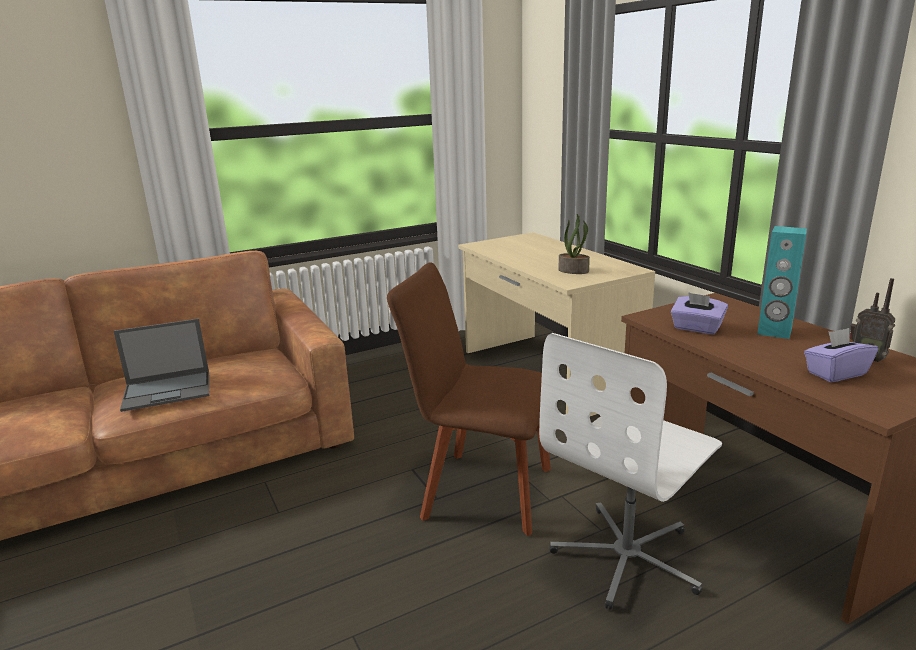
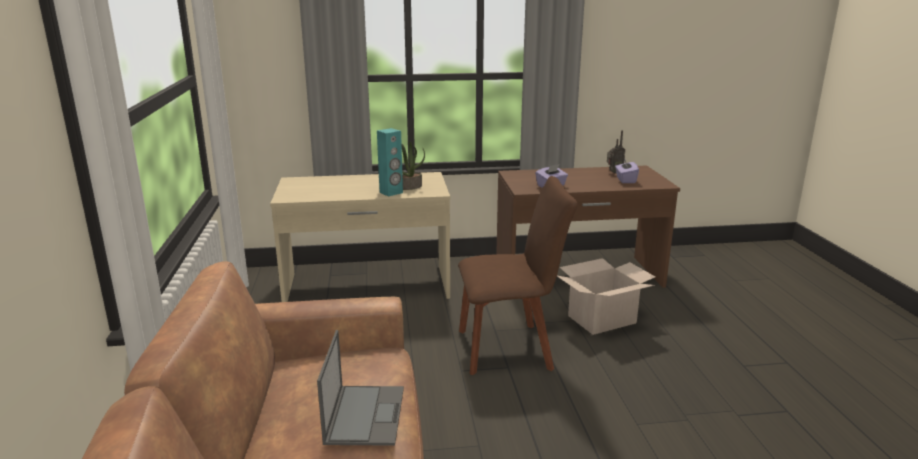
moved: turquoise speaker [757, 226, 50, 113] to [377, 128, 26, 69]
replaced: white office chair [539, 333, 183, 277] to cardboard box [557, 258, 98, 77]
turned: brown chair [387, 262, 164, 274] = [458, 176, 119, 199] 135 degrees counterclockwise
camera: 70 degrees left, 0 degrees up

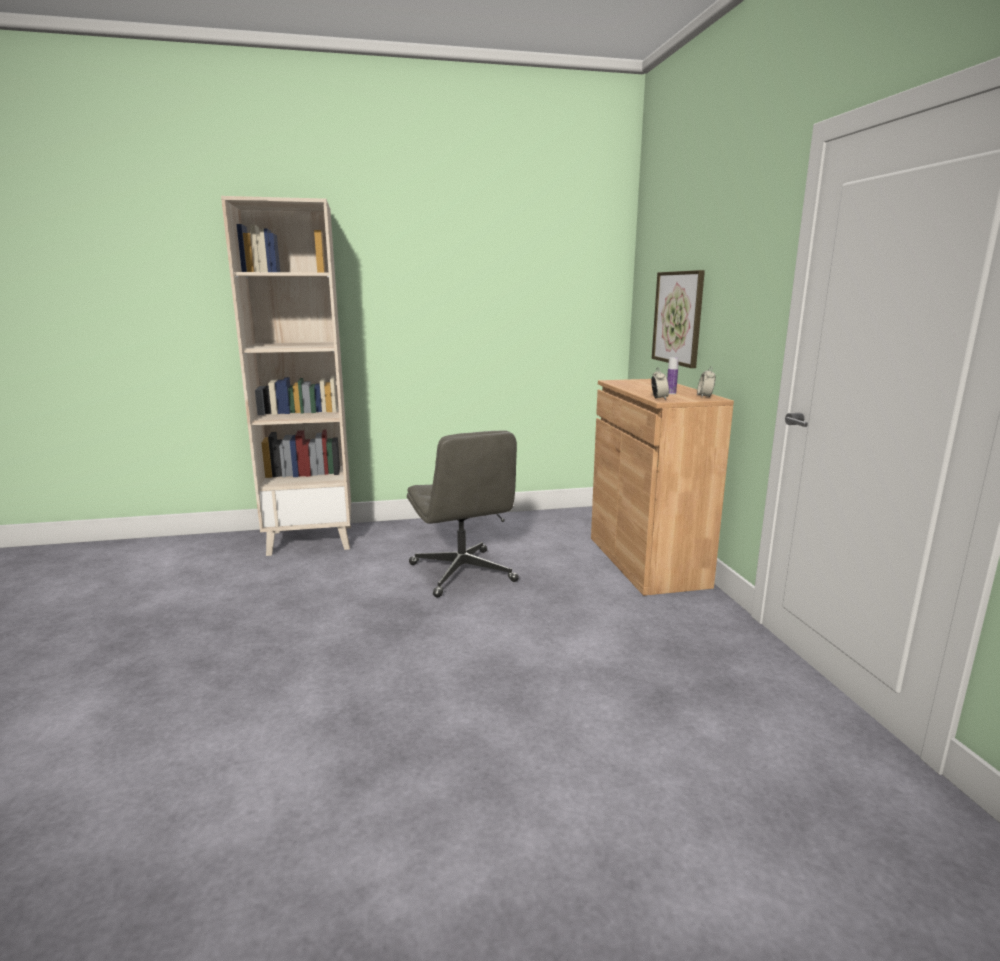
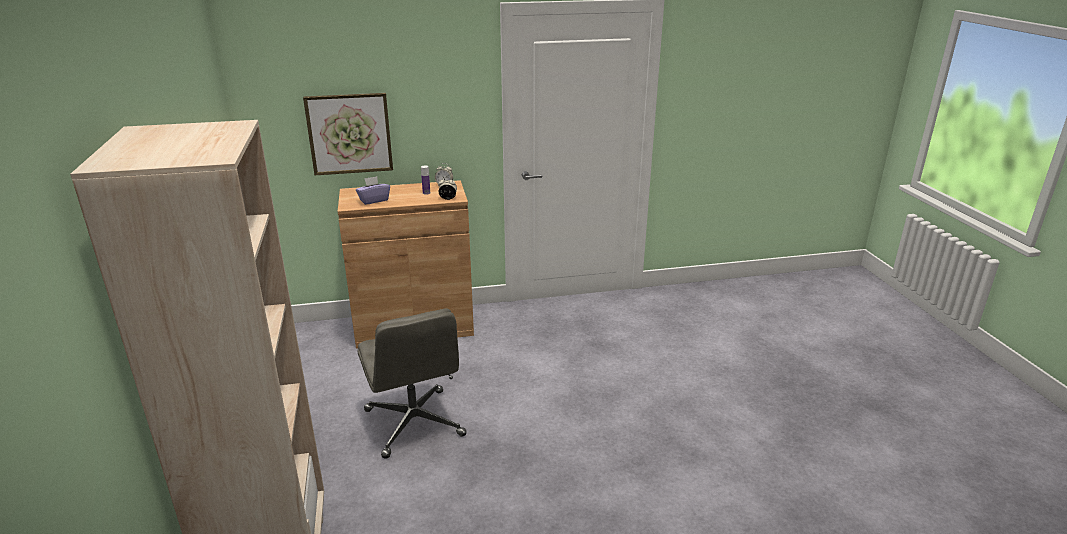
added: purple tissue box [356, 176, 34, 29]
turned: grey office chair [407, 430, 112, 167] = [358, 309, 109, 150] 90 degrees clockwise
camera: 90 degrees left, 10 degrees up

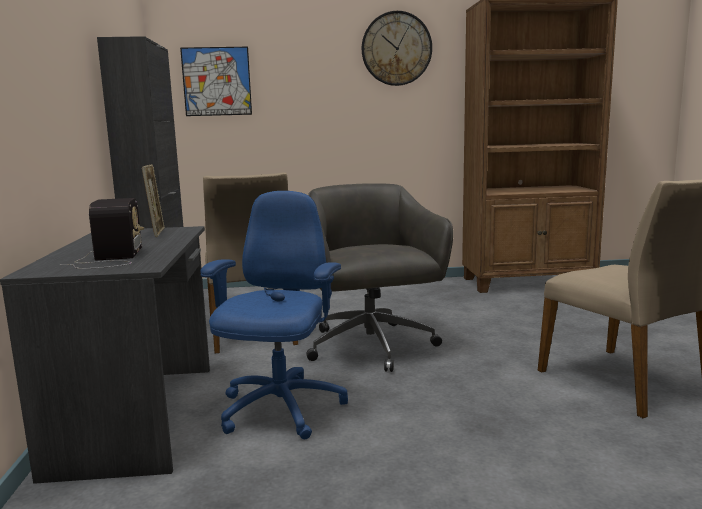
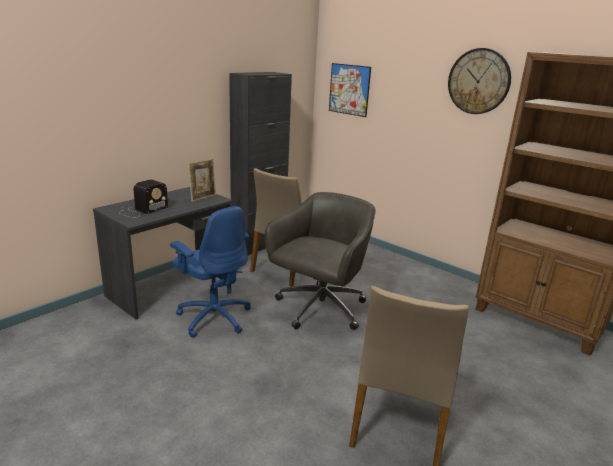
turned: blue office chair [200, 191, 148, 248] = [170, 206, 81, 132] 75 degrees clockwise
camera: 45 degrees right, 10 degrees up

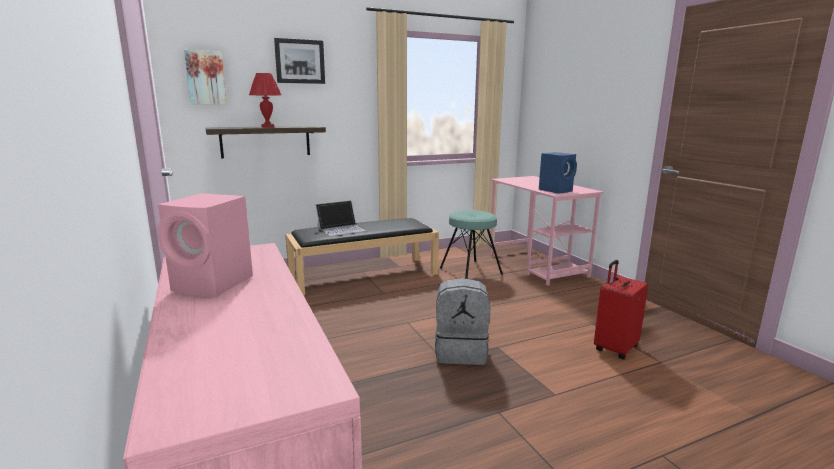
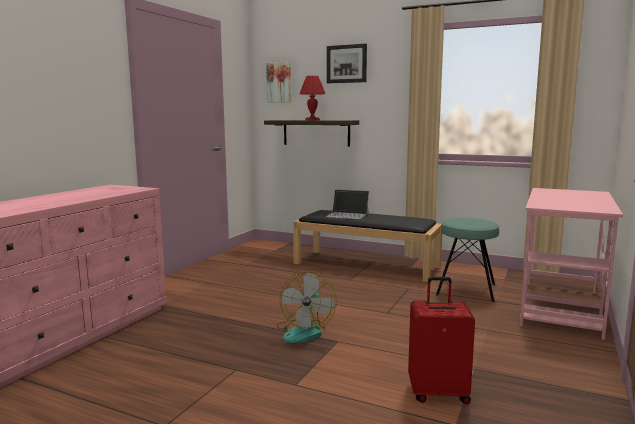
removed: pink speaker [158, 193, 95, 104]; blue speaker [539, 152, 38, 42]
replaced: grey backpack [435, 278, 55, 87] to fan [276, 271, 61, 72]
camera: 50 degrees right, 5 degrees down

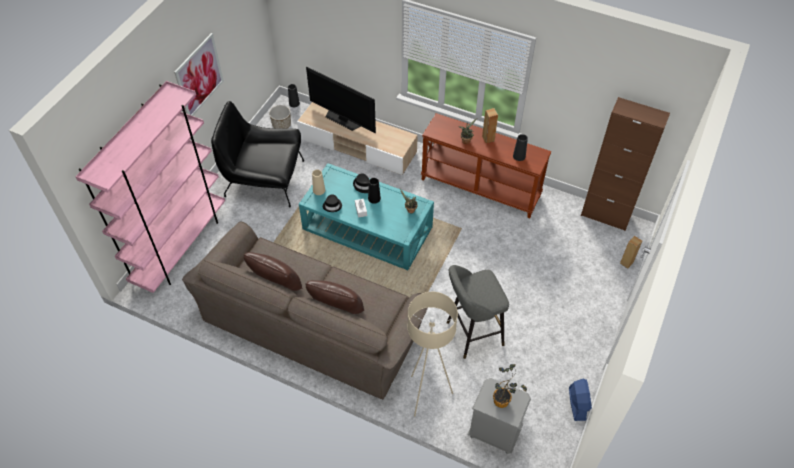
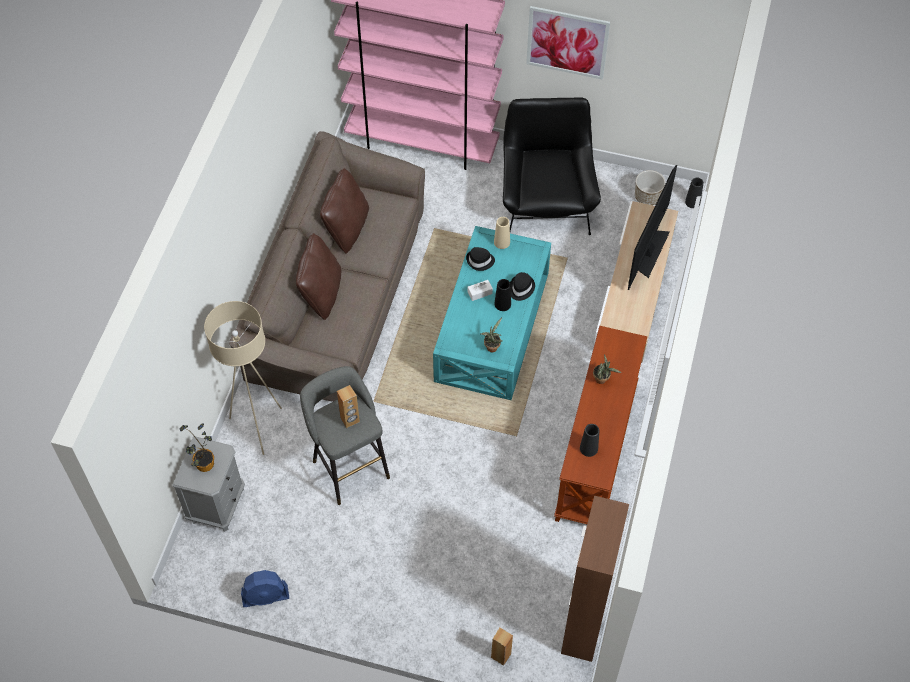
moved: brown speaker [482, 108, 16, 35] to [337, 385, 23, 43]
camera: 80 degrees right, 5 degrees up

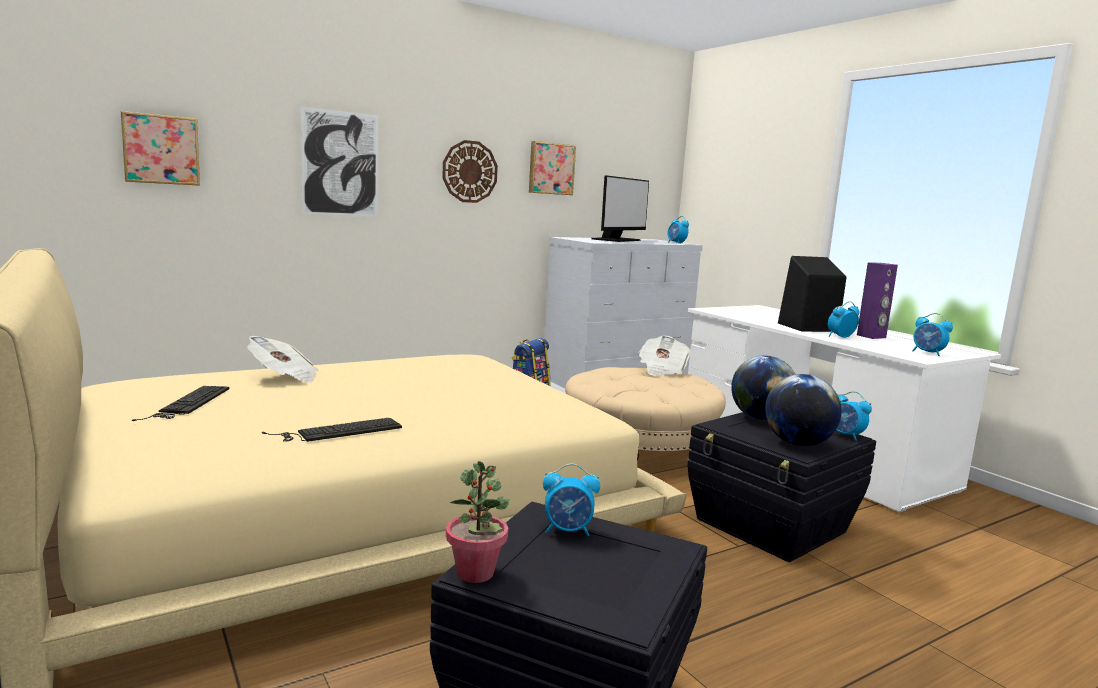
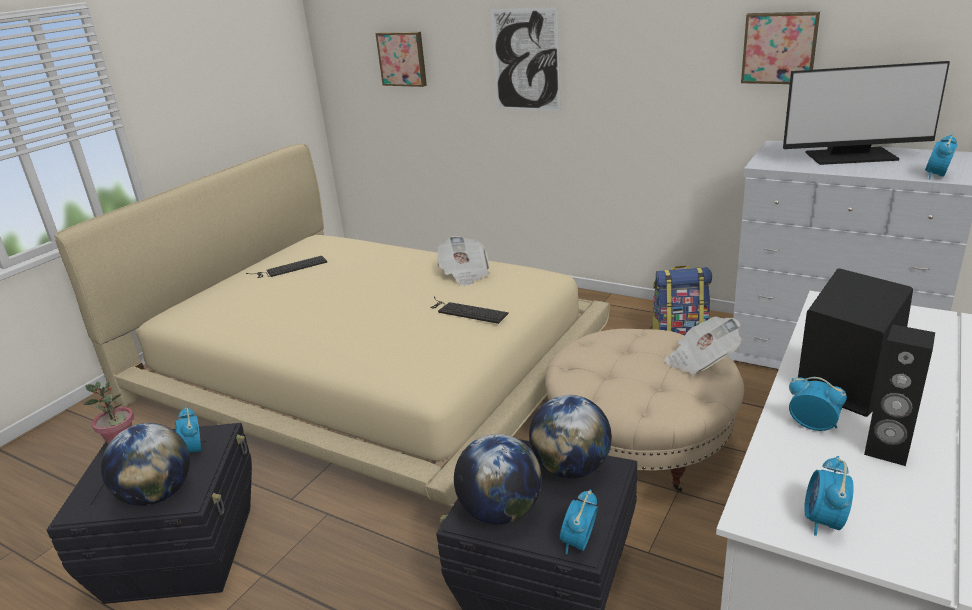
removed: wall clock [442, 140, 56, 63]
added: globe [101, 423, 89, 83]
moved: newspaper [247, 336, 72, 47] to [437, 235, 53, 51]; keyboard [262, 418, 140, 24] to [430, 296, 79, 28]
recoloured: purple speaker [857, 263, 41, 76] to black speaker [864, 324, 71, 142]
camera: 65 degrees right, 15 degrees up

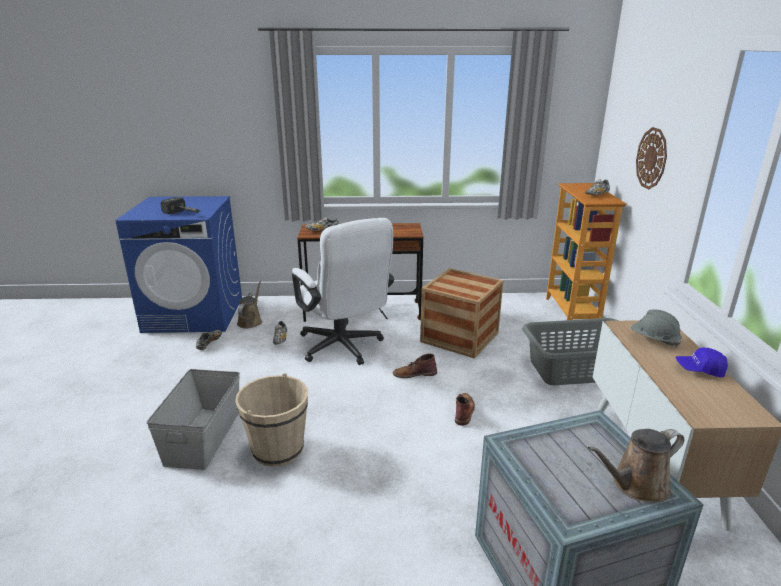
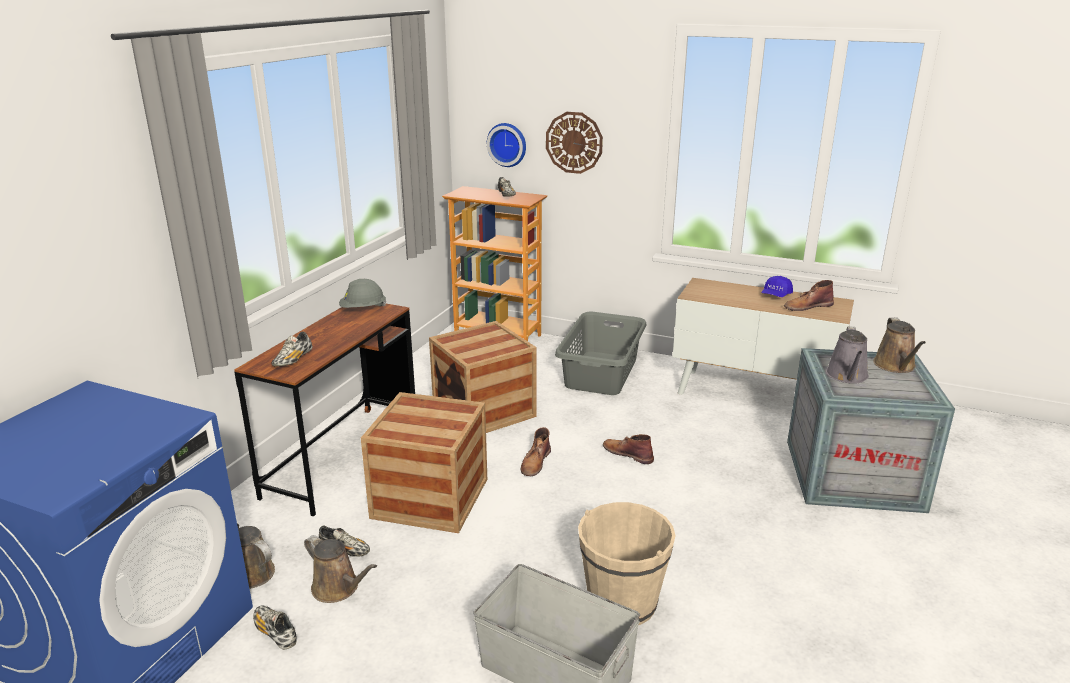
removed: hammer [161, 197, 40, 17]
added: brown watering can [304, 535, 73, 68]; wall clock [487, 123, 39, 44]; brown boot [784, 280, 50, 31]; grey watering can [826, 326, 43, 58]
moved: grey hard hat [631, 310, 51, 37] to [339, 279, 48, 29]
replaced: white office chair [292, 218, 102, 147] to crate [361, 392, 126, 141]
camera: 65 degrees left, 0 degrees up

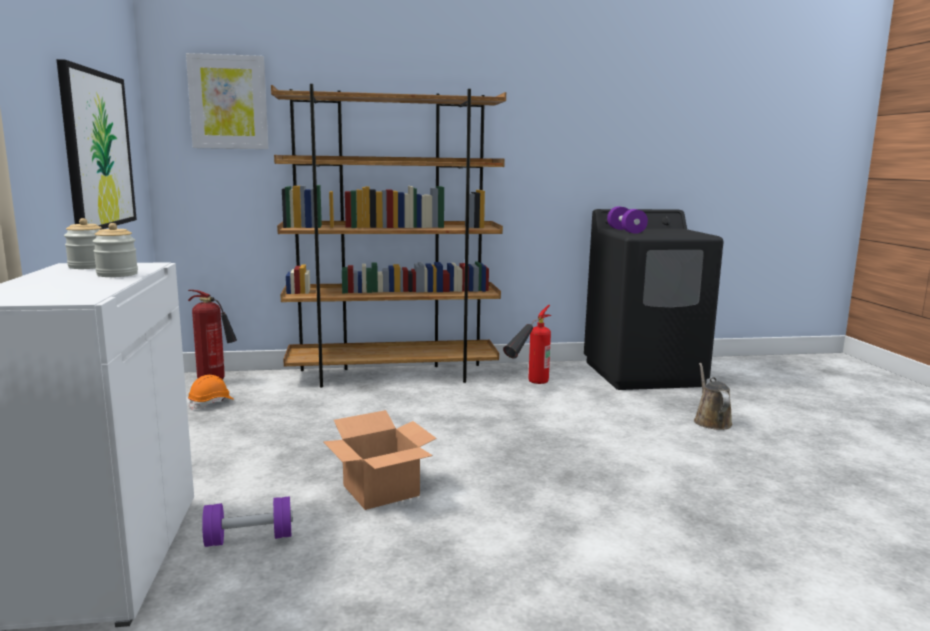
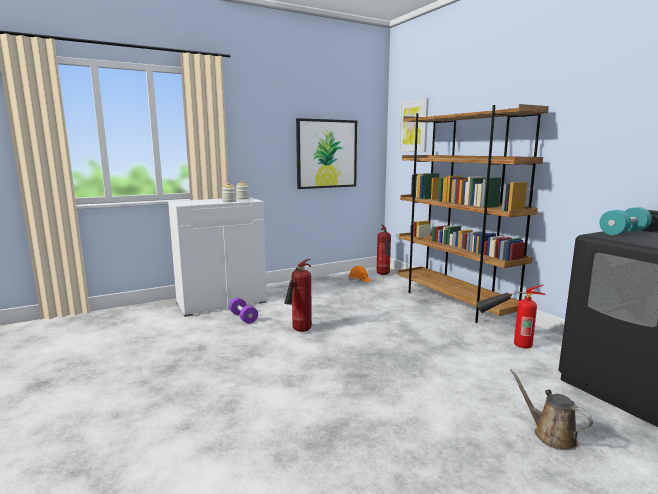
replaced: cardboard box [323, 410, 114, 100] to fire extinguisher [284, 259, 28, 73]
recoloured: purple dumbbell [607, 206, 41, 28] to turquoise dumbbell [599, 207, 53, 28]
turned: brown watering can [694, 363, 39, 67] = [510, 369, 83, 81] 105 degrees counterclockwise
camera: 70 degrees right, 0 degrees up

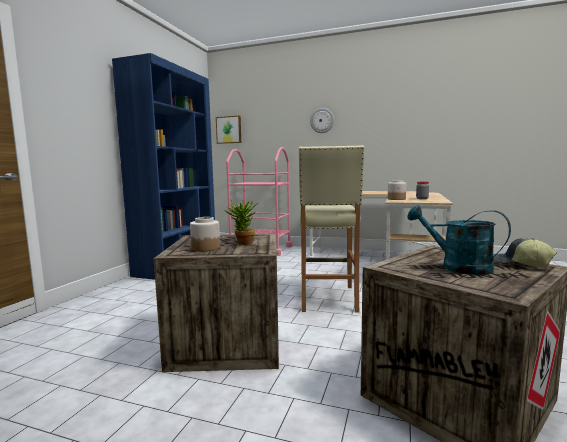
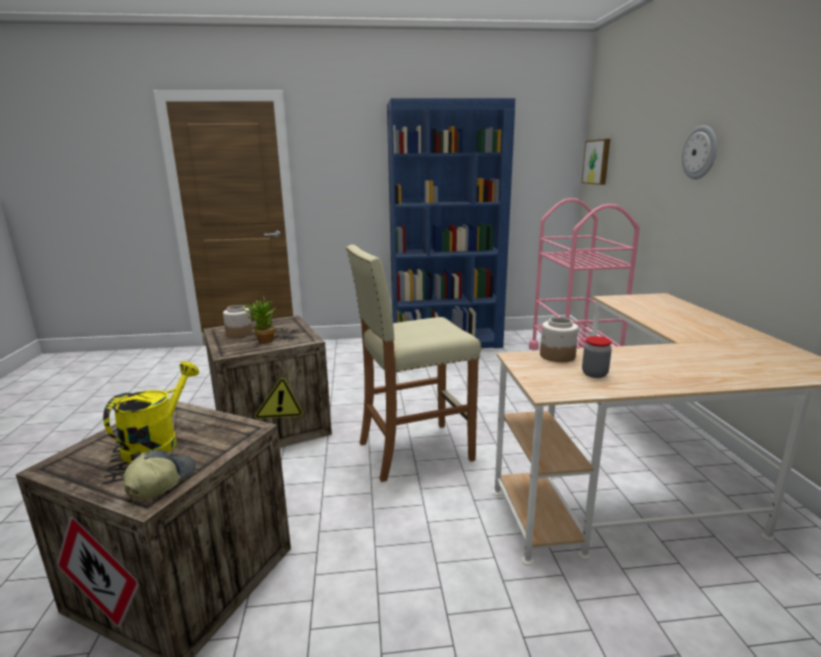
recoloured: turquoise watering can [407, 205, 104, 70] to yellow watering can [103, 361, 96, 102]
camera: 65 degrees right, 10 degrees up

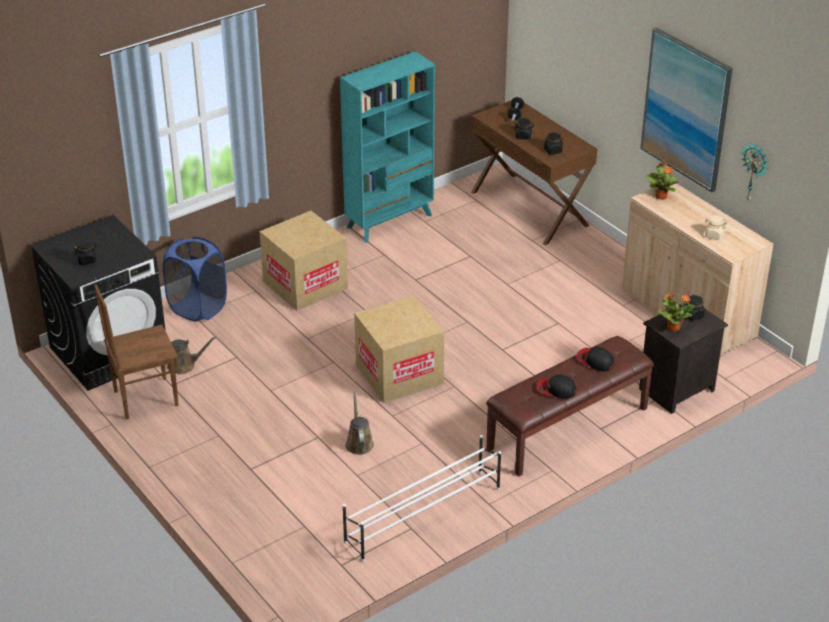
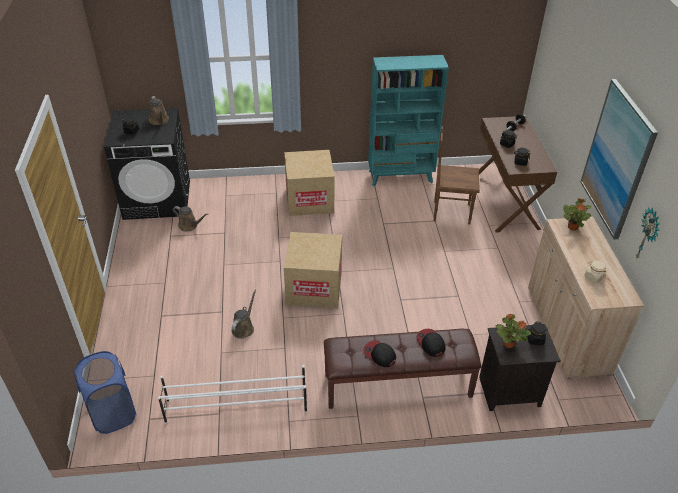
added: brown watering can [149, 96, 20, 29]
moved: brown chair [94, 284, 85, 136] to [433, 125, 47, 100]; blue laundry basket [163, 237, 64, 85] to [74, 351, 62, 83]
camera: 30 degrees right, 5 degrees up

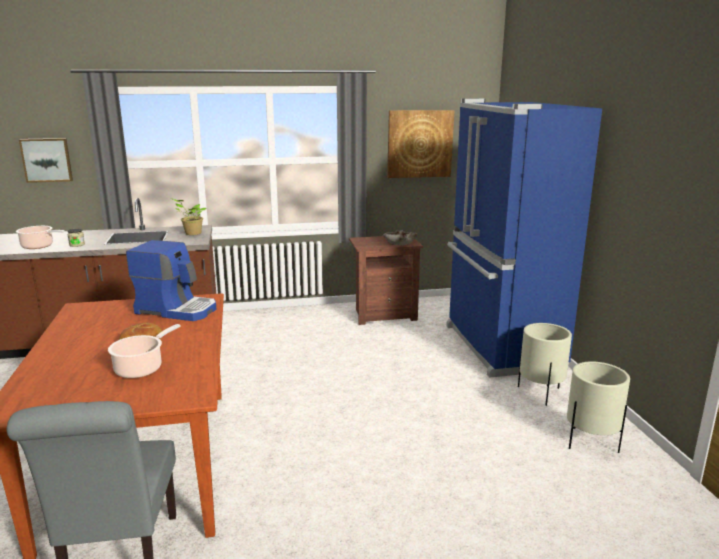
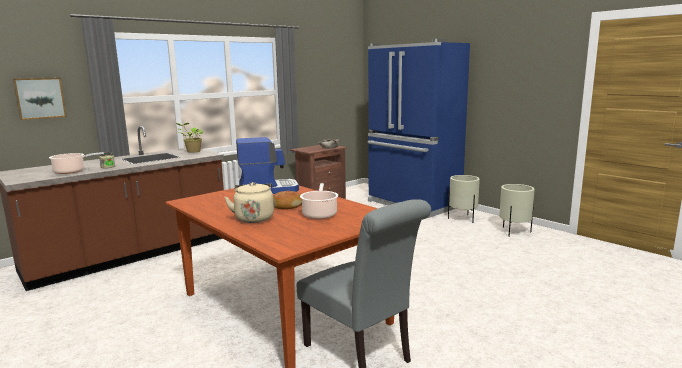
removed: picture [387, 110, 67, 68]
added: beige kettle [224, 182, 50, 41]
camera: 30 degrees left, 5 degrees down

